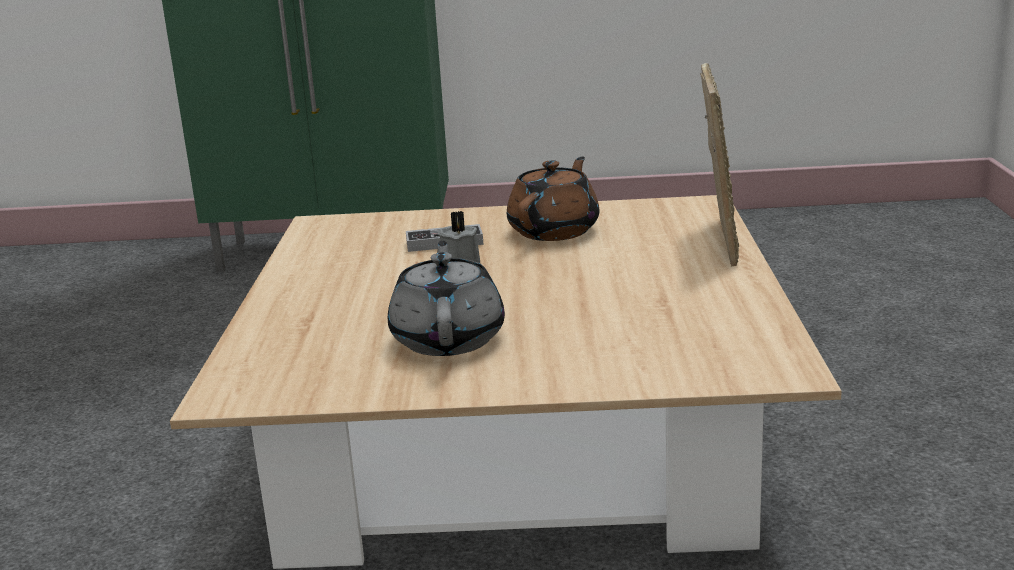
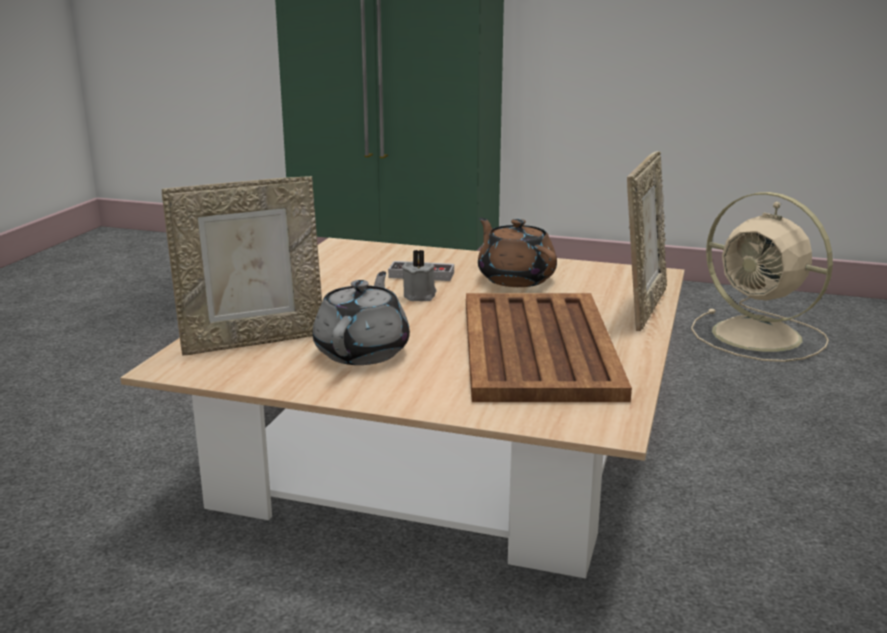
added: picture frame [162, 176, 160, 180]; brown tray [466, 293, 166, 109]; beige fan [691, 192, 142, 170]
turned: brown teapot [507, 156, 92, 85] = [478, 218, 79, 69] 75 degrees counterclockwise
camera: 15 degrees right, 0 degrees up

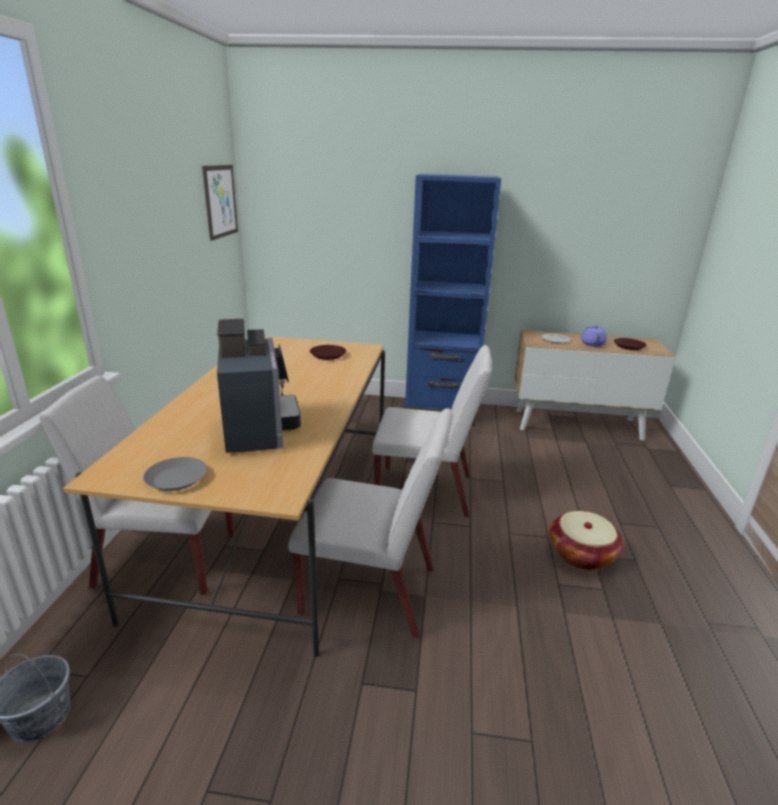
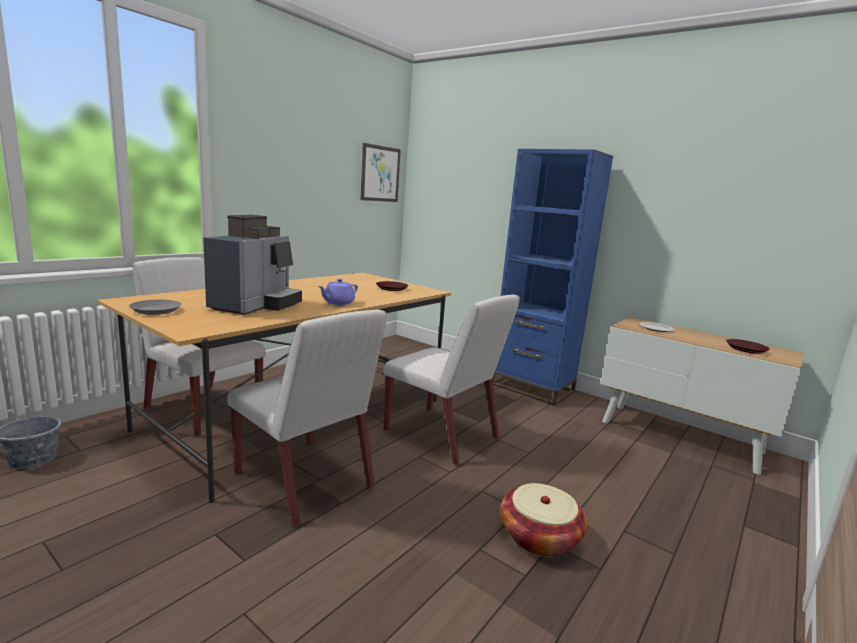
moved: purple teapot [581, 325, 26, 22] to [318, 279, 40, 26]
camera: 30 degrees right, 10 degrees down

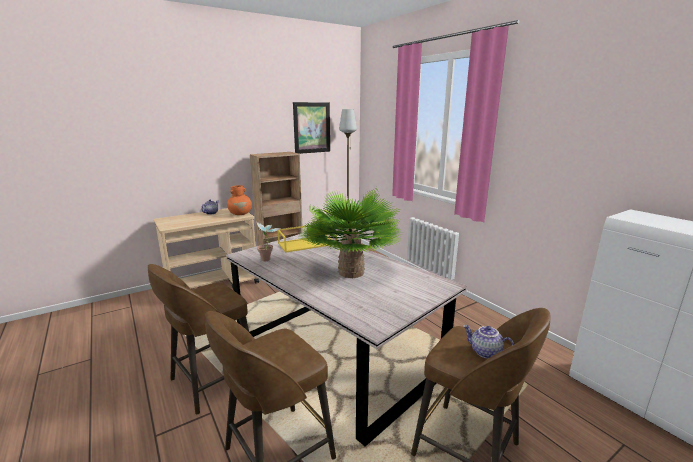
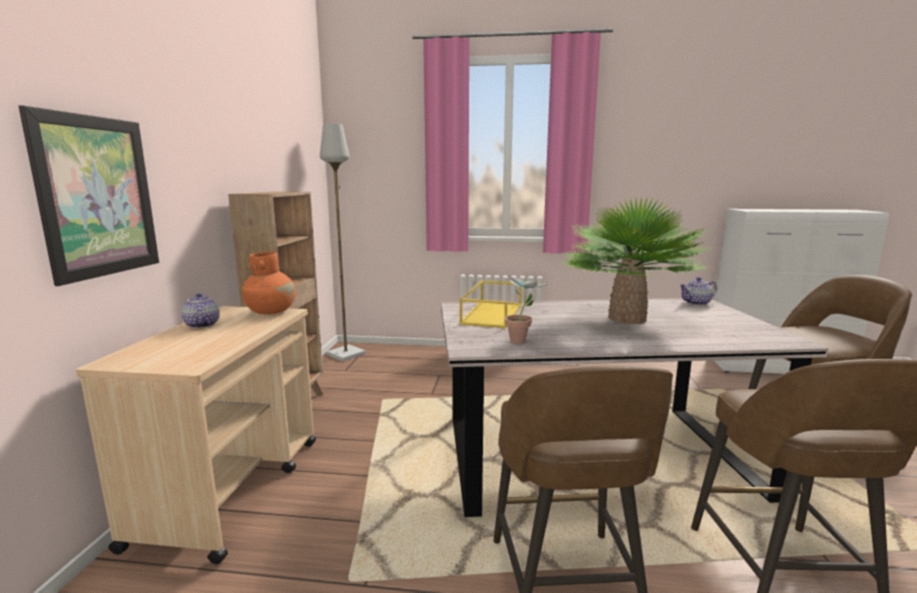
moved: picture [293, 102, 37, 52] to [19, 105, 140, 181]; teapot [463, 325, 51, 34] to [679, 277, 38, 29]
camera: 50 degrees left, 5 degrees down

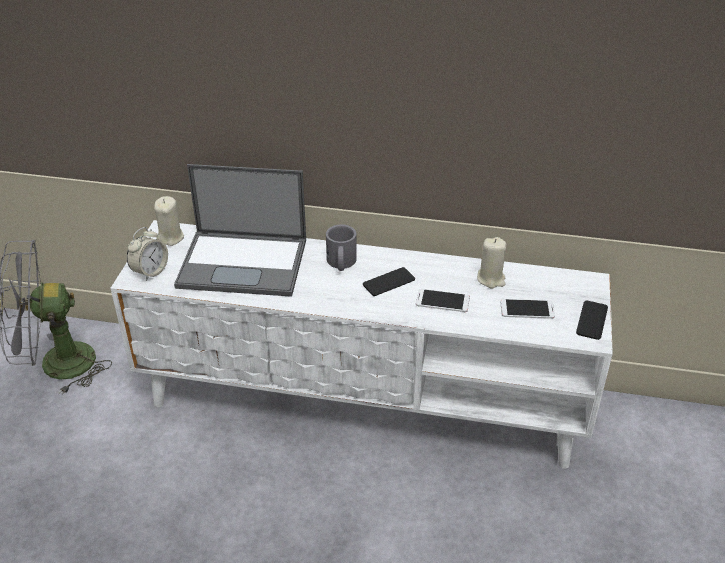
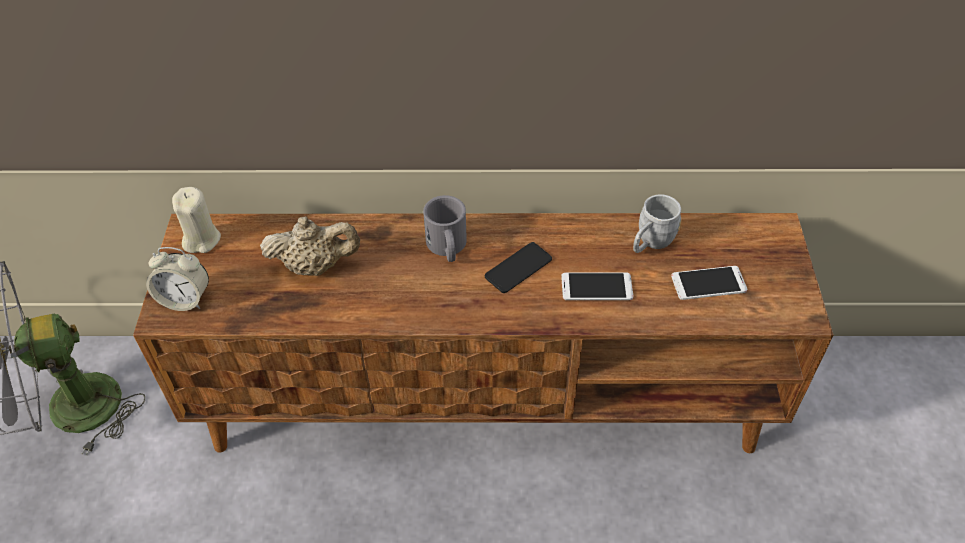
removed: phone [576, 300, 32, 40]
replaced: laptop [174, 164, 132, 133] to beige teapot [260, 216, 100, 60]; beige candle [477, 237, 29, 51] to grey mug [633, 194, 48, 59]
recoloured: white tv stand [110, 220, 503, 249] to brown tv stand [133, 213, 701, 240]
turned: alarm clock [127, 227, 41, 54] = [146, 247, 63, 64] 75 degrees clockwise
camera: 10 degrees left, 10 degrees up

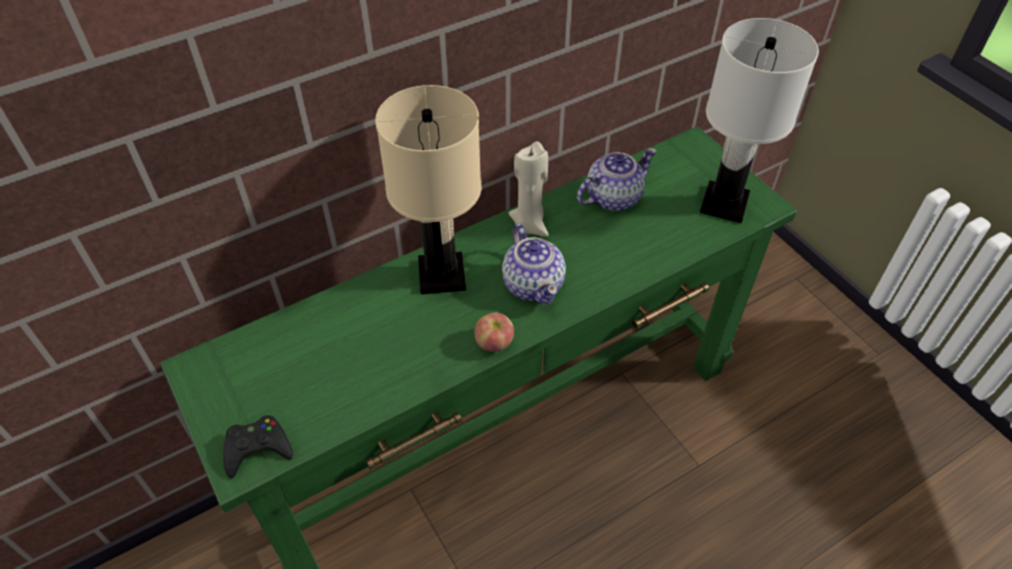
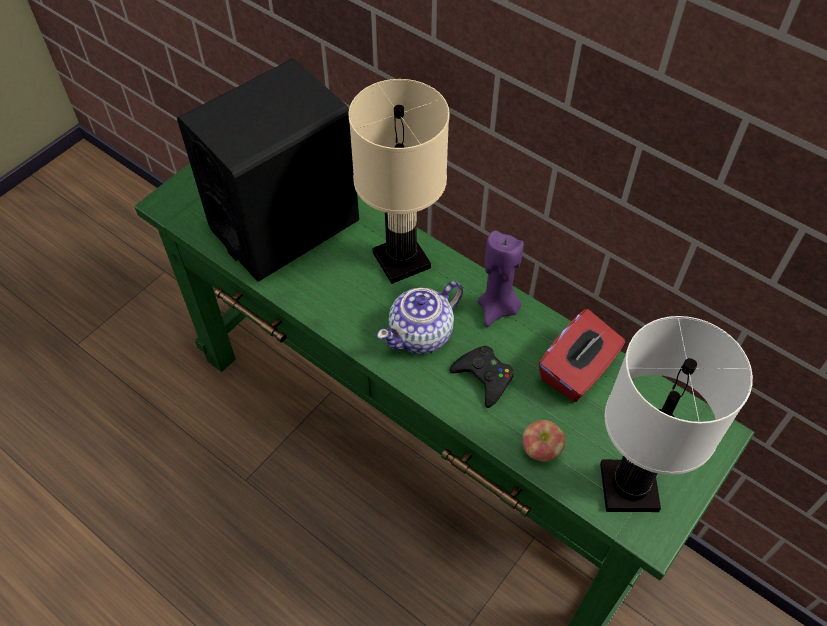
added: black speaker [177, 58, 182, 224]
moved: black game controller [223, 415, 70, 64] to [450, 346, 64, 62]; apple [475, 312, 39, 40] to [522, 420, 43, 42]
replaced: teapot [577, 148, 80, 63] to red tissue box [538, 309, 87, 93]
recoloured: beige candle [509, 141, 40, 96] to purple candle [478, 231, 46, 96]
camera: 70 degrees right, 5 degrees up

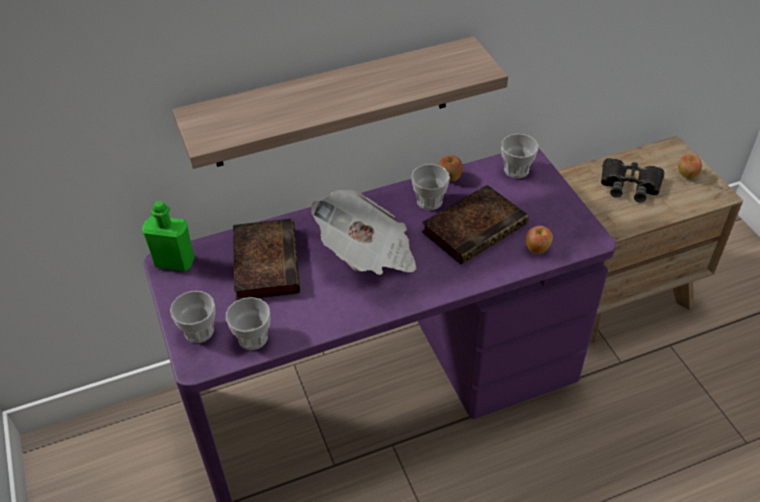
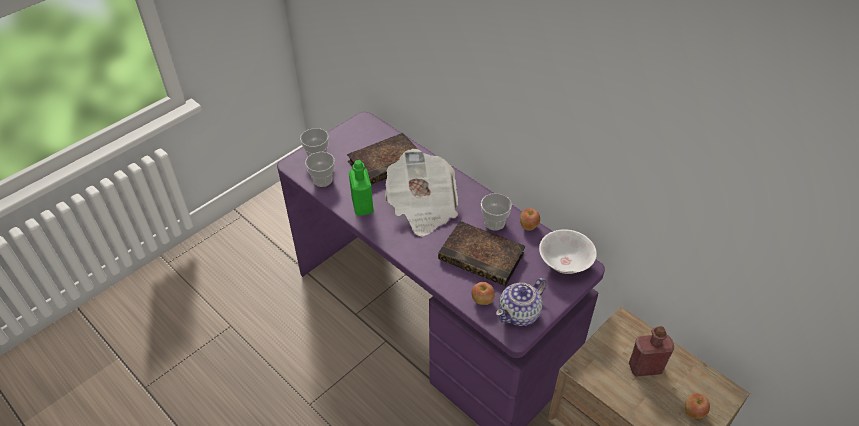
removed: shelf [172, 36, 336, 133]
added: teapot [496, 278, 50, 48]
moved: green bottle [142, 201, 53, 70] to [349, 160, 25, 56]
replaced: cup [501, 134, 38, 45] to white bowl [539, 229, 58, 45]; black binoculars [601, 158, 63, 44] to red bottle [629, 326, 45, 51]
camera: 65 degrees right, 0 degrees up

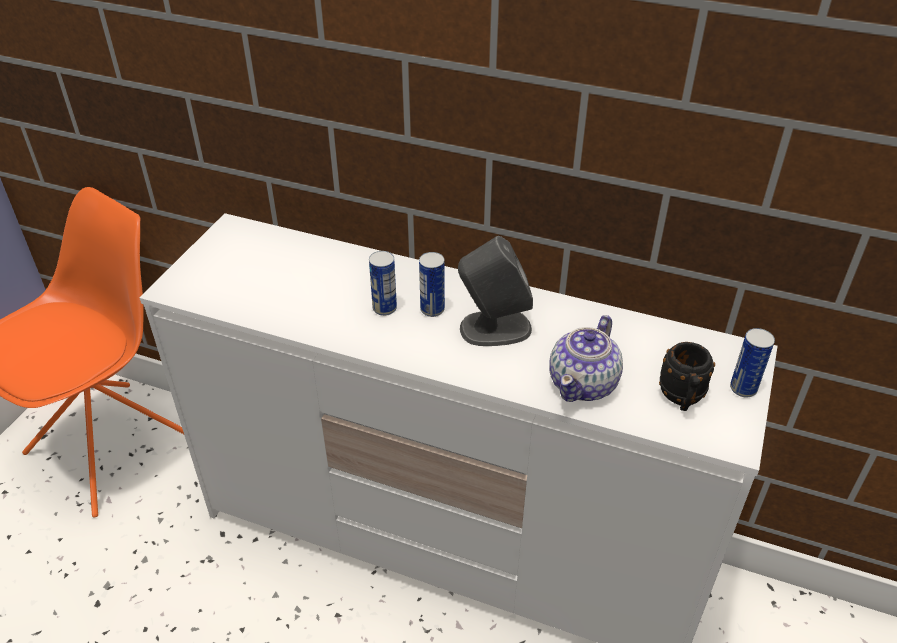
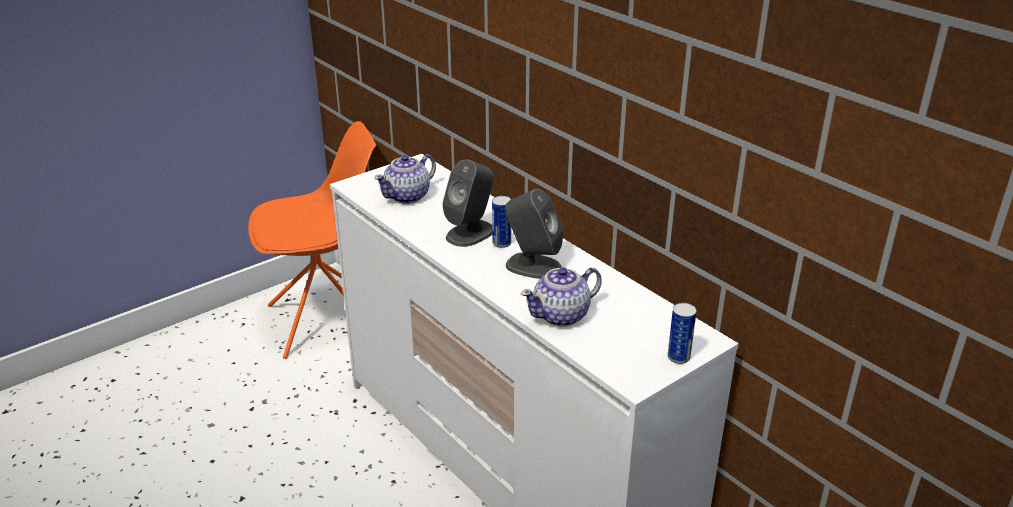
removed: black mug [659, 342, 56, 69]
added: teapot [374, 154, 62, 50]
replaced: can [369, 251, 28, 65] to grey speaker [442, 159, 52, 88]
camera: 30 degrees right, 10 degrees down

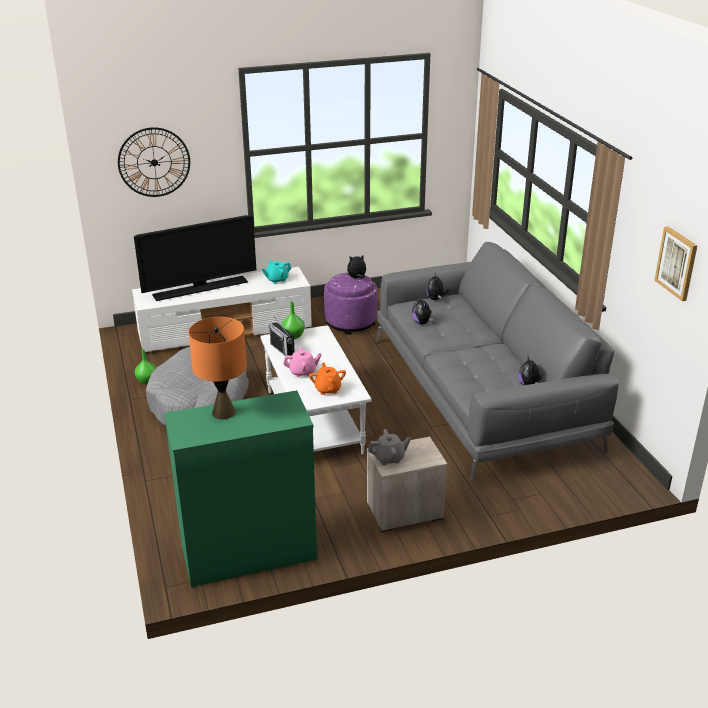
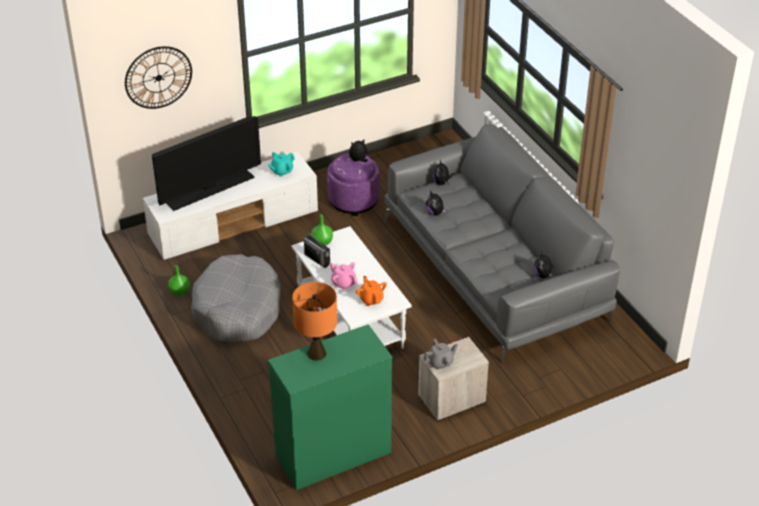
removed: picture [654, 226, 43, 75]
turned: pink teapot [283, 347, 39, 30] = [330, 262, 27, 28] 120 degrees counterclockwise
camera: 10 degrees left, 10 degrees up

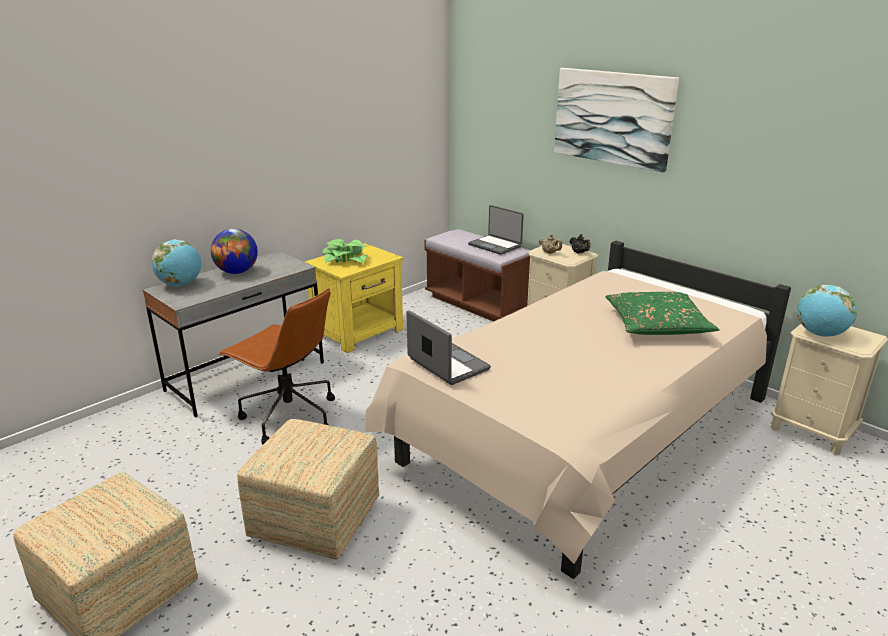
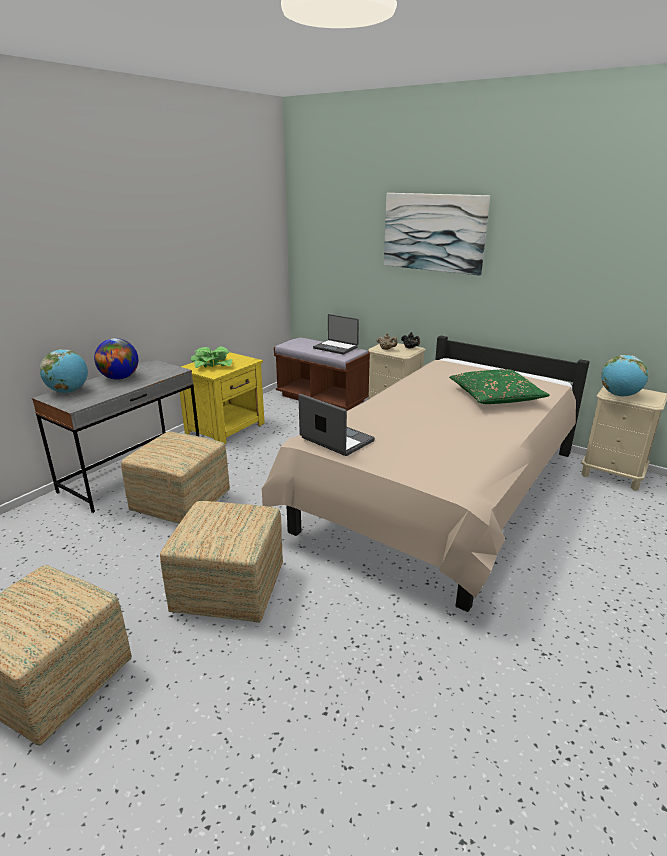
replaced: brown office chair [218, 288, 117, 156] to ottoman [121, 431, 109, 93]
camera: 10 degrees left, 0 degrees up

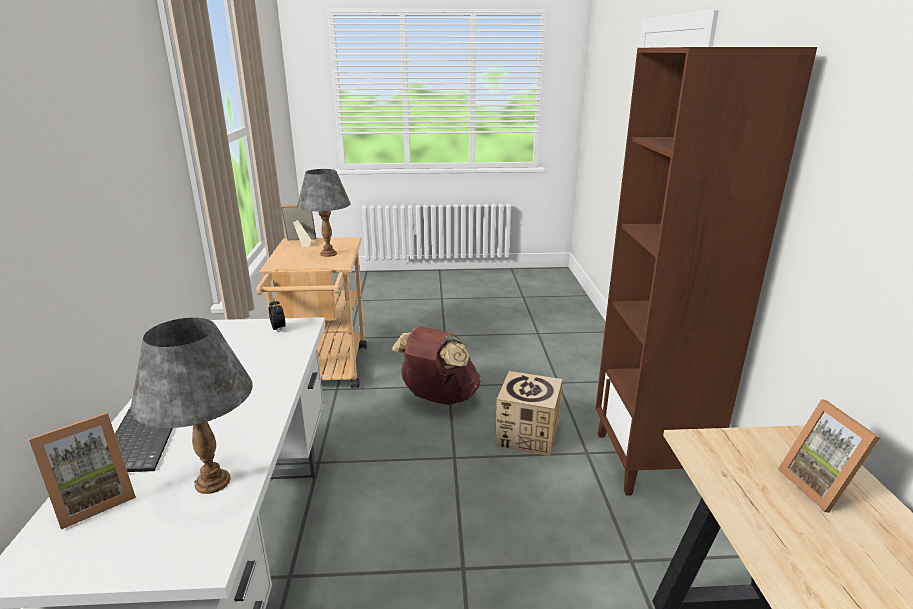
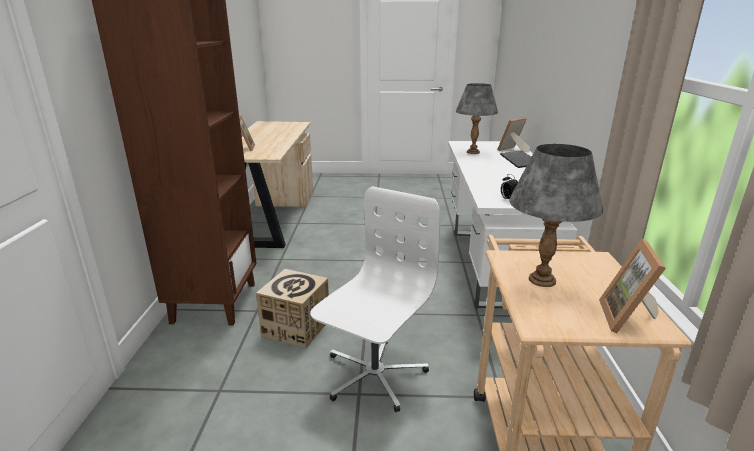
replaced: brown backpack [391, 326, 90, 79] to white office chair [310, 186, 130, 226]
turned: picture frame [281, 205, 35, 42] = [599, 239, 67, 94] 105 degrees clockwise
camera: 175 degrees left, 0 degrees up

